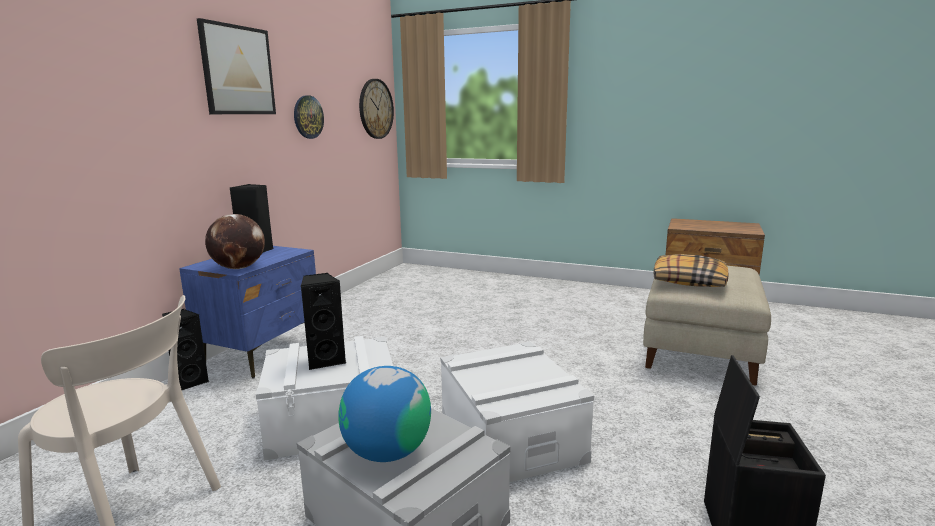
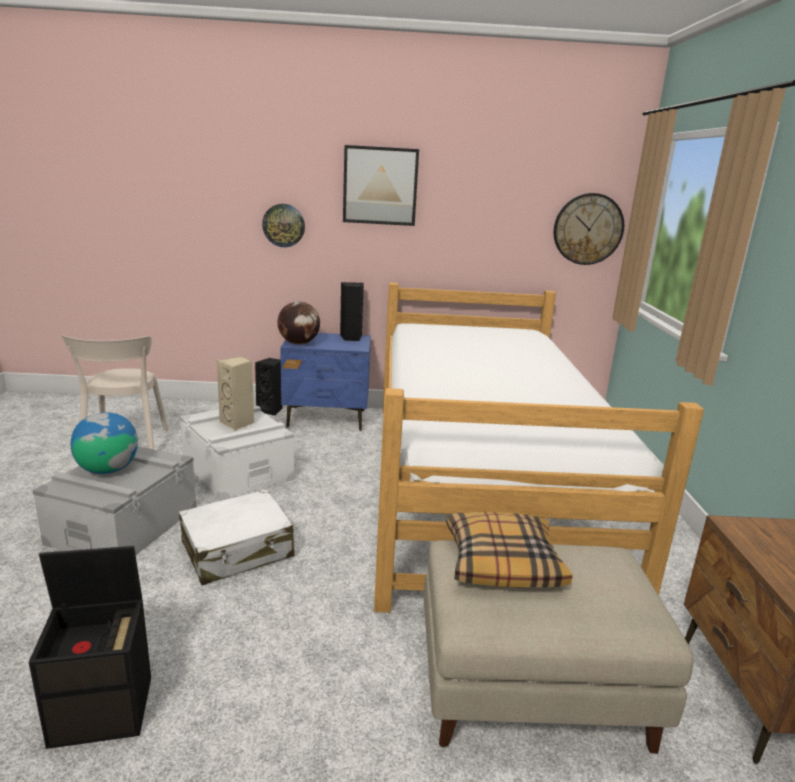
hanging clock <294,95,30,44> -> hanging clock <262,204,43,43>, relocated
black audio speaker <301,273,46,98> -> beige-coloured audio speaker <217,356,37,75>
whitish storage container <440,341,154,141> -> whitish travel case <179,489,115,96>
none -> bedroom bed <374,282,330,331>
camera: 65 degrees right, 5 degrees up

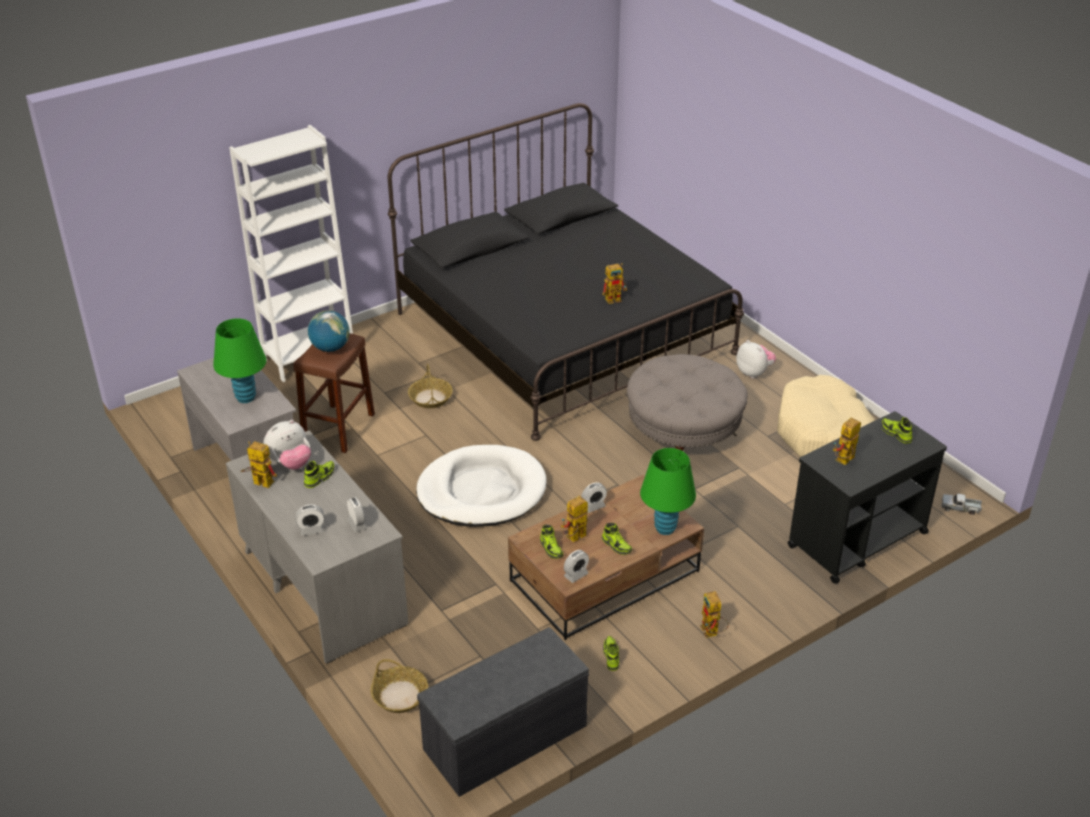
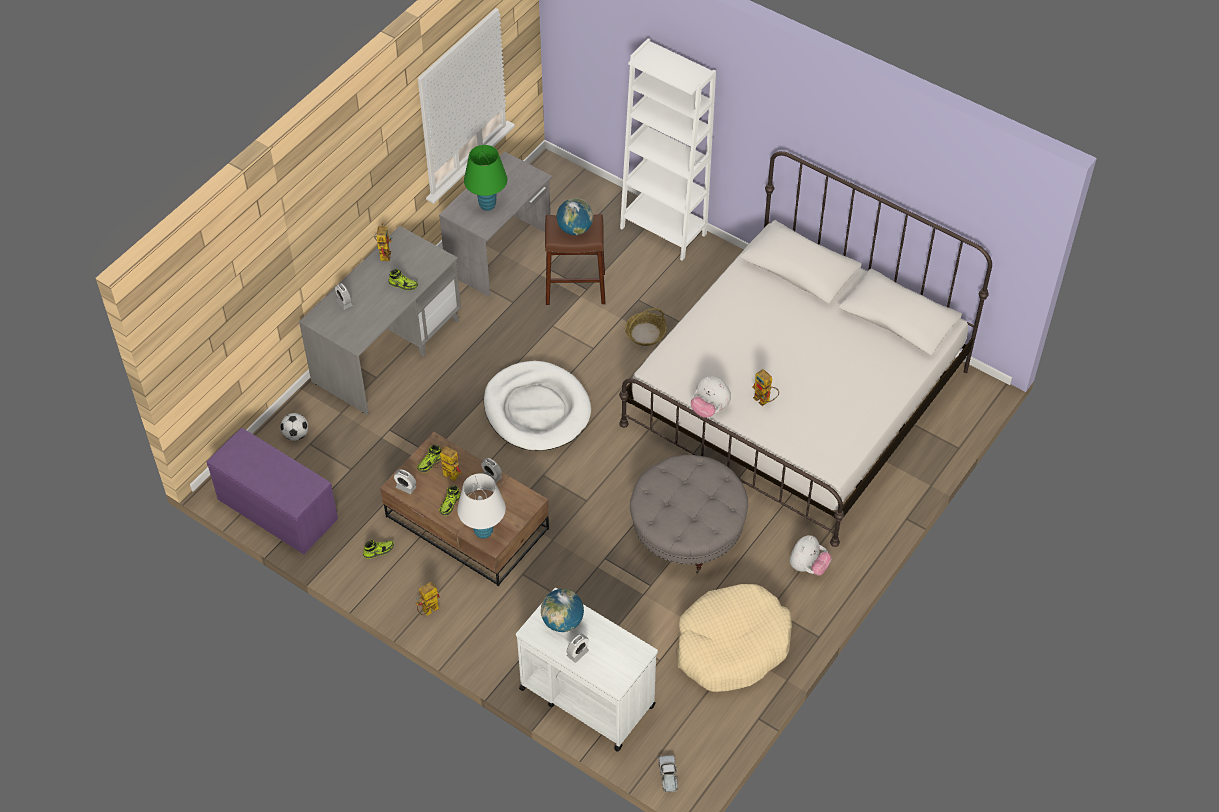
black bedroom bed <388,103,356,338> -> whitish bedroom bed <619,151,373,396>
black trolley <788,411,159,173> -> whitish trolley <516,588,142,164>
model robot <833,417,28,48> -> desk globe <541,589,43,43>
item of footwear <881,417,31,27> -> none
cuddly toy <263,420,48,50> -> cuddly toy <691,376,40,42>, relocated
green-coloured table lamp <640,448,56,87> -> whitish table lamp <457,473,49,66>
table clock <347,497,21,35> -> table clock <567,634,22,29>, relocated
greyish indoor bench <417,627,172,170> -> purple-coloured indoor bench <207,428,131,126>
household basket <370,659,58,54> -> football <280,413,28,28>
camera: 70 degrees right, 15 degrees up

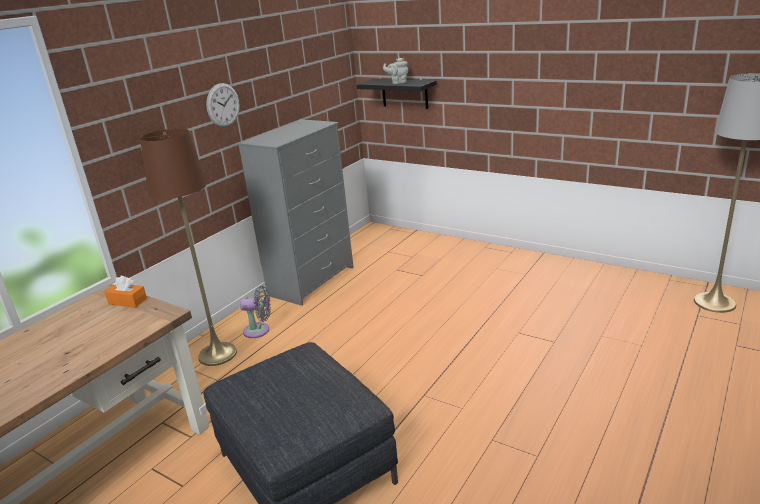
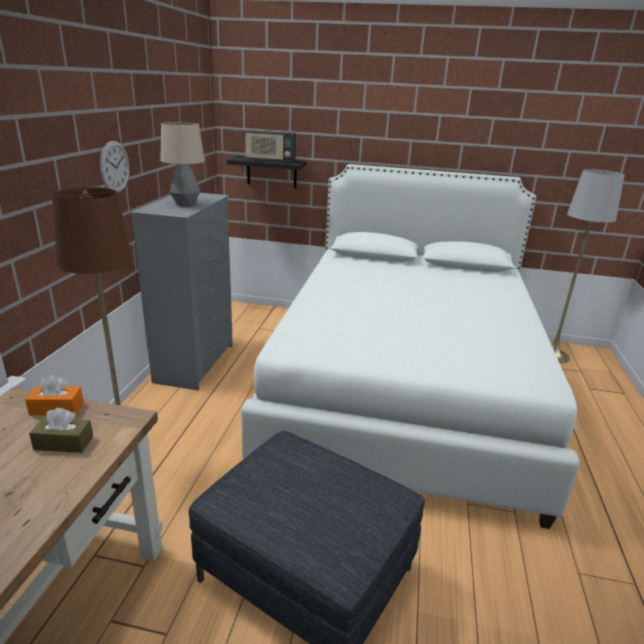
greyish tea pot <383,58,25,26> -> radio receiver <245,130,51,33>
greyish electric fan <240,286,31,52> -> none
none -> table lamp <160,122,45,84>
none -> whitish bedroom bed <241,164,339,365>
none -> brown box of tissues <29,408,64,45>
camera: 25 degrees left, 0 degrees up

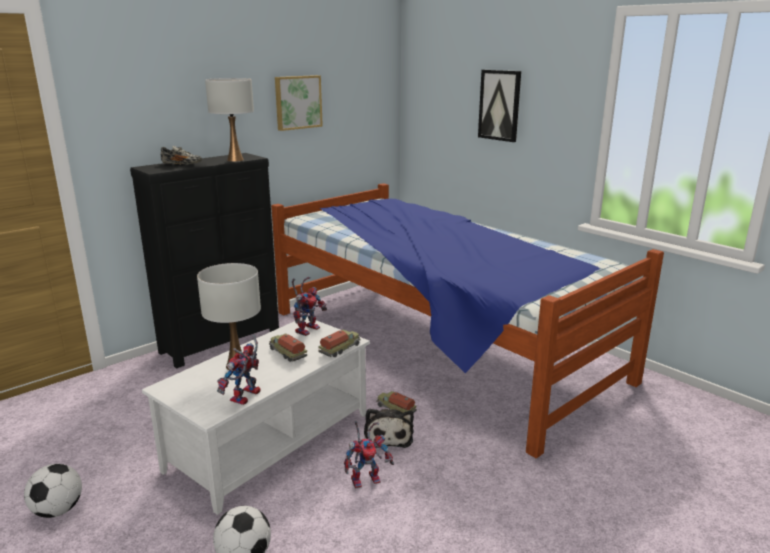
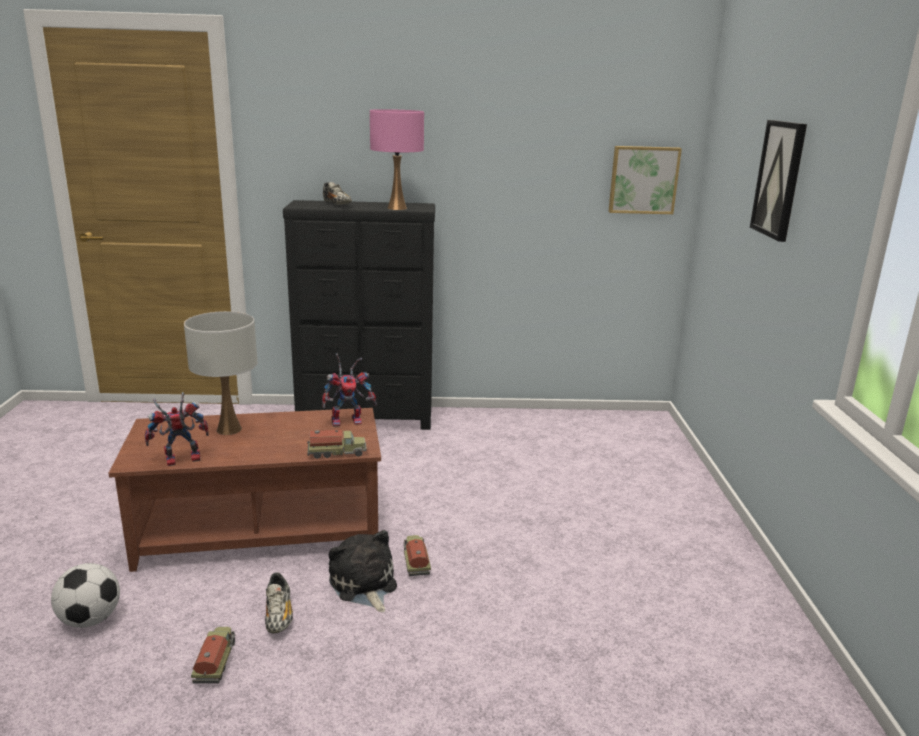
wall art <275,75,48,56> -> wall art <608,146,74,68>, relocated
whitish table lamp <205,78,49,84> -> pink-coloured table lamp <370,109,54,101>
bedroom bed <271,183,393,275> -> none
whitish coffee table <142,317,228,198> -> brown coffee table <109,408,272,164>
toy truck <269,333,38,29> -> toy truck <191,627,45,57>, relocated
cuddly toy <364,409,50,39> -> cuddly toy <329,530,68,82>, 120 degrees clockwise
model robot <344,421,50,68> -> item of footwear <265,572,28,62>
football <24,464,58,54> -> none
camera: 40 degrees right, 0 degrees up

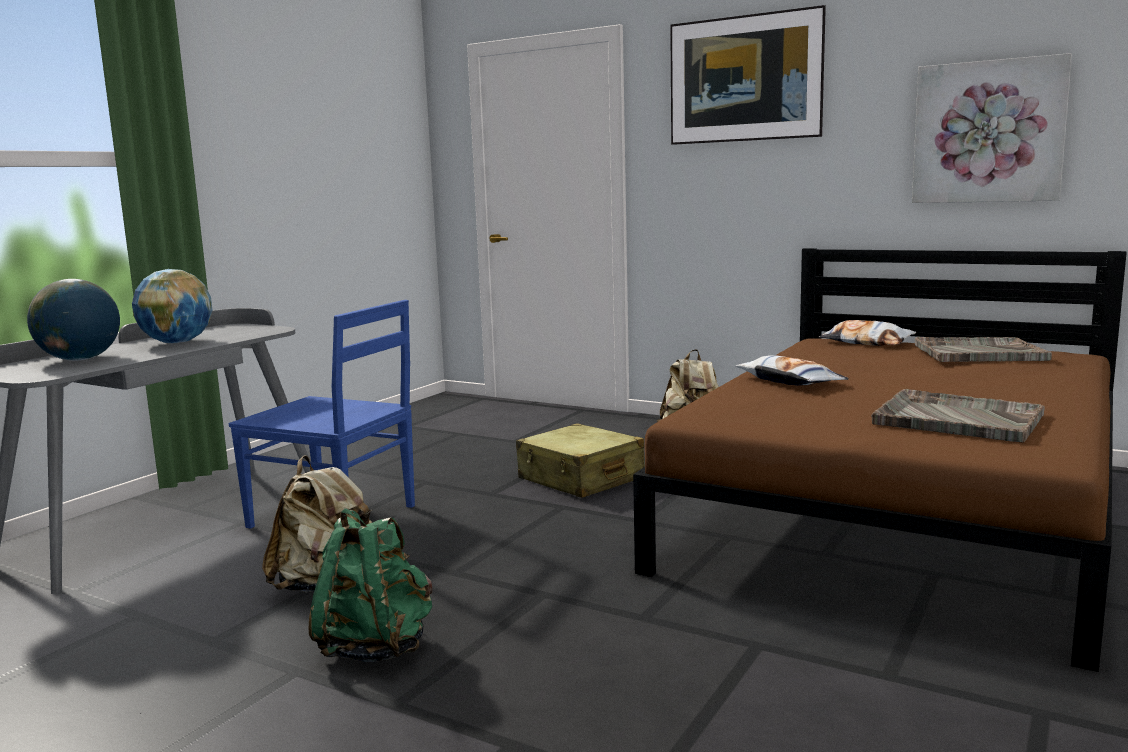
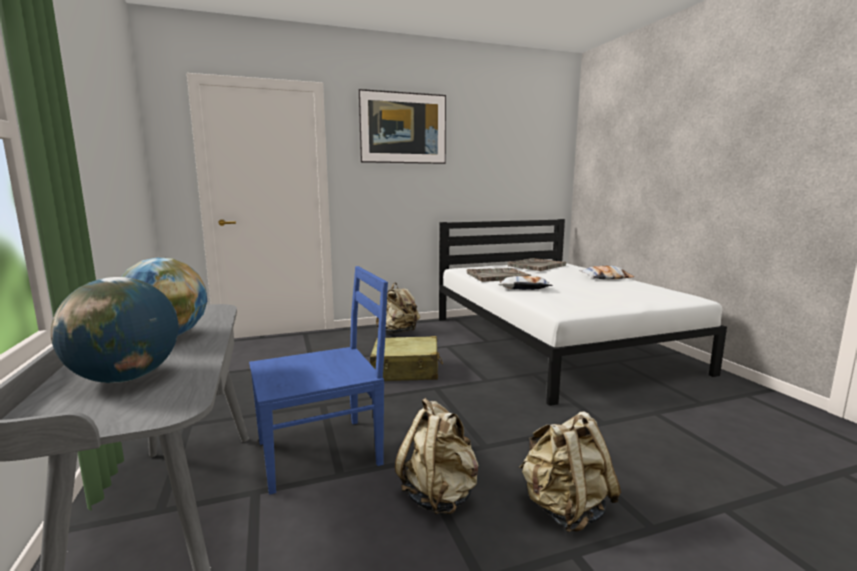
wall art <912,53,160,150> -> none
brown bedroom bed <633,248,494,424> -> whitish bedroom bed <439,219,288,187>
cushion <819,320,97,26> -> cushion <579,265,55,15>, relocated
greyish carrying tray <871,389,174,54> -> greyish carrying tray <467,268,64,14>, relocated
green-coloured knapsack <308,508,124,154> -> beige-coloured knapsack <519,411,102,121>
camera: 50 degrees left, 0 degrees up

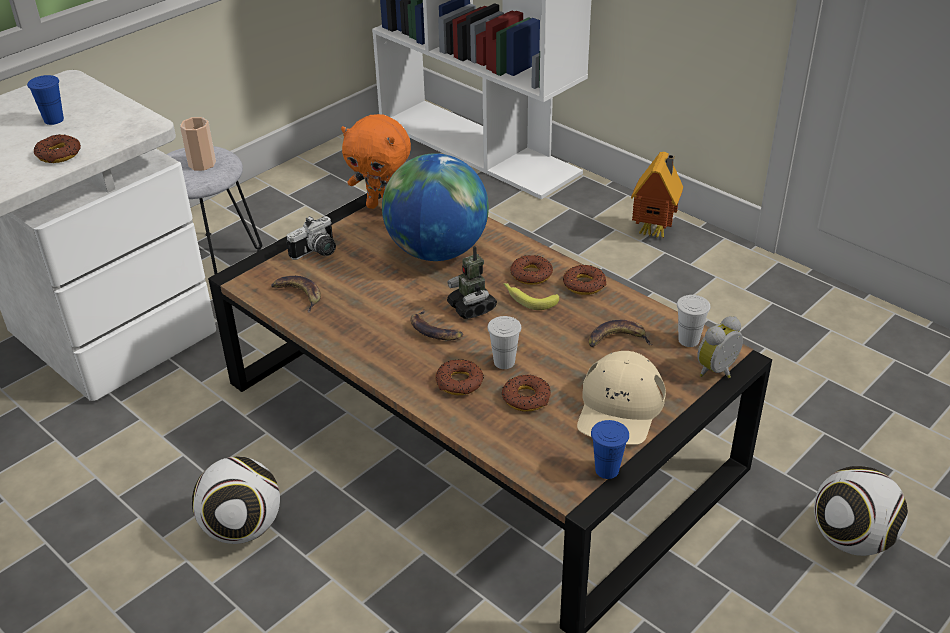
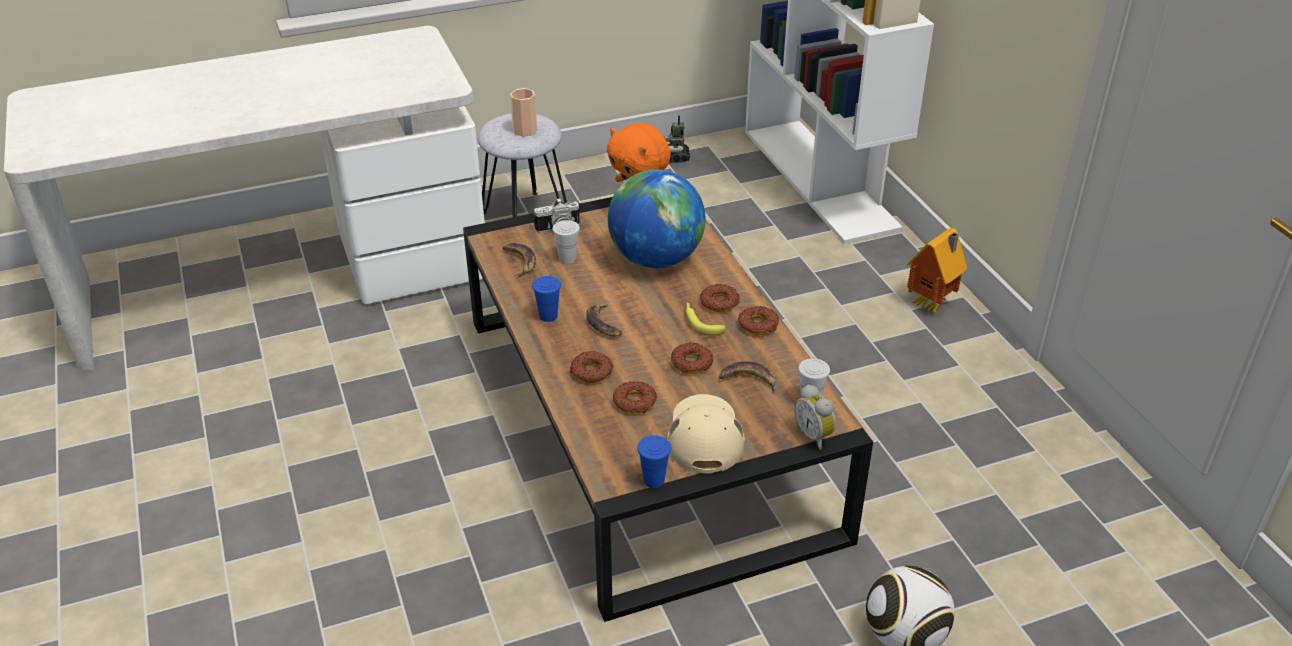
bluish small cup <27,75,37,50> -> bluish small cup <532,276,29,46>, relocated
ring doughnut <34,134,47,29> -> ring doughnut <671,343,42,31>, relocated
model robot <447,246,50,73> -> model robot <665,116,25,47>, relocated
whitish small cup <487,316,34,53> -> whitish small cup <552,220,28,44>, relocated
table clock <697,316,46,62> -> table clock <794,385,42,65>, 105 degrees counterclockwise
beige-coloured peaked cap <577,351,89,94> -> beige-coloured peaked cap <667,394,78,79>, 135 degrees clockwise
football <192,456,88,88> -> none
camera: 25 degrees right, 0 degrees up

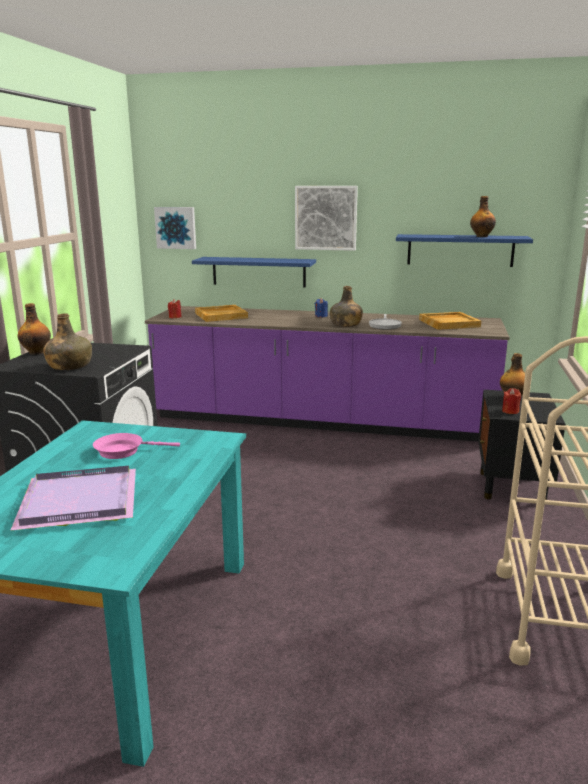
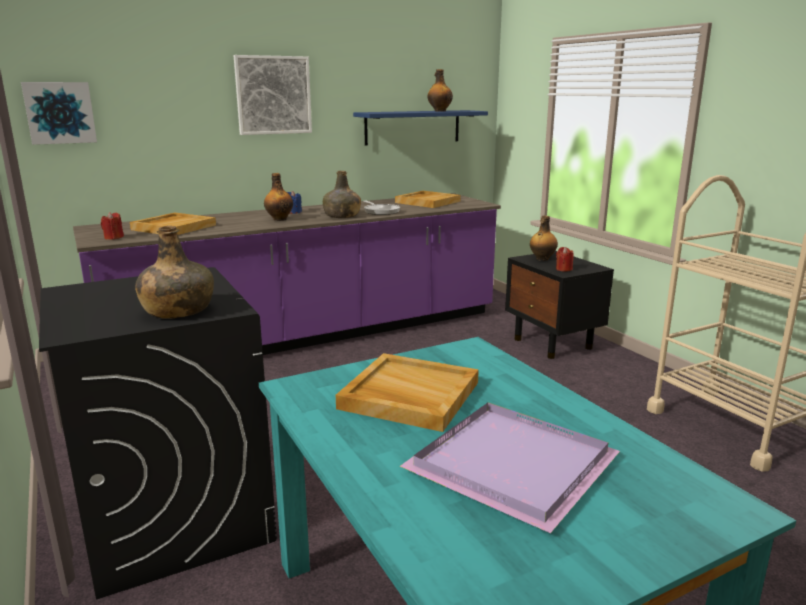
bluish bracket shelf <192,257,124,30> -> none
bottle <18,303,33,52> -> bottle <264,173,29,48>, relocated
pink-coloured pan <93,433,87,26> -> beige-coloured carrying tray <336,353,143,79>
camera: 40 degrees left, 0 degrees up

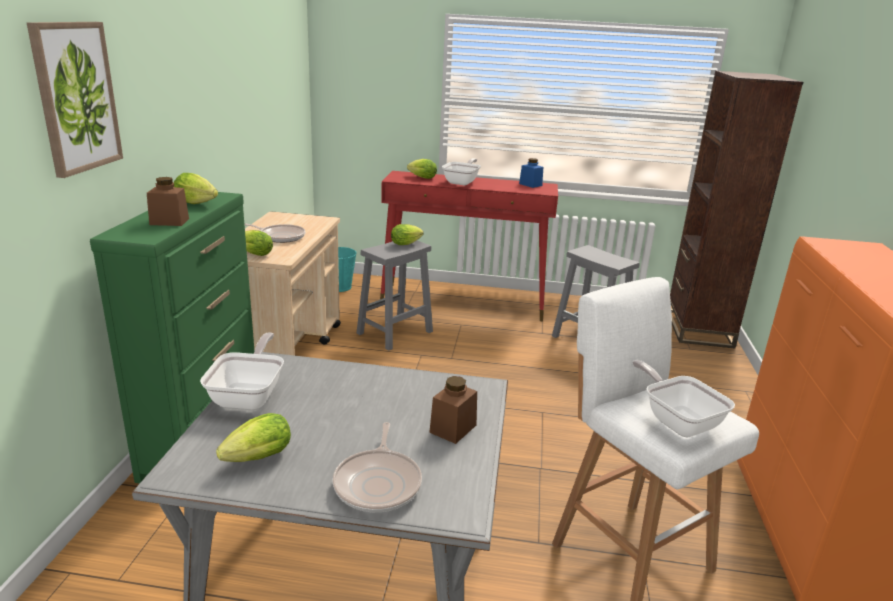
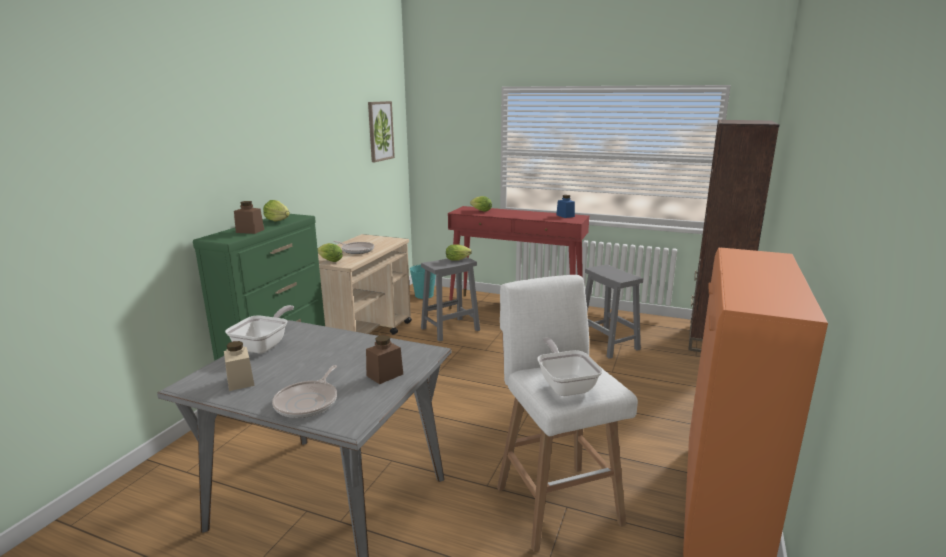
wall art <27,22,96,156> -> wall art <368,101,27,61>, relocated
pan <442,158,39,27> -> none
lettuce head <216,413,75,49> -> beige-coloured preserve jar <224,341,31,50>
camera: 15 degrees right, 5 degrees down

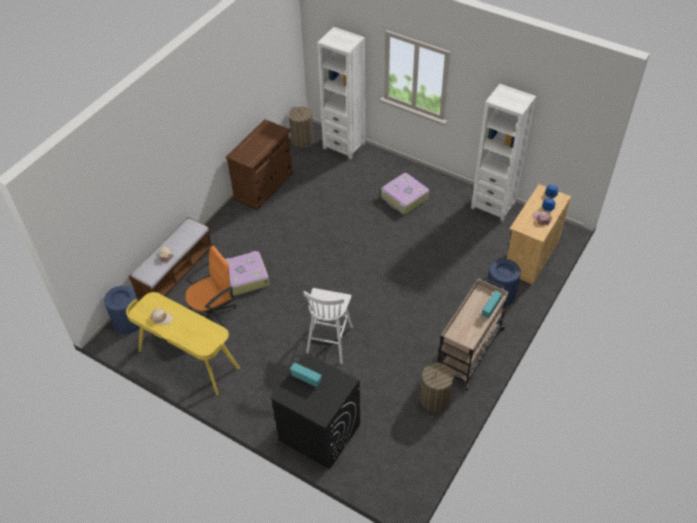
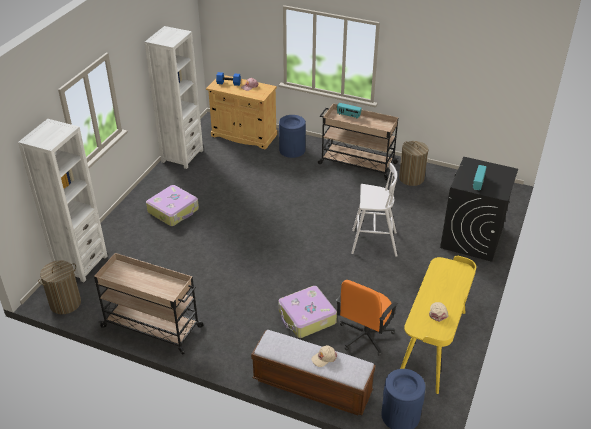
brown cupboard <226,119,67,92> -> beige-coloured trolley <94,253,109,102>
orange computer chair <185,246,52,82> -> orange computer chair <336,280,62,76>, 105 degrees counterclockwise
camera: 100 degrees left, 10 degrees down

